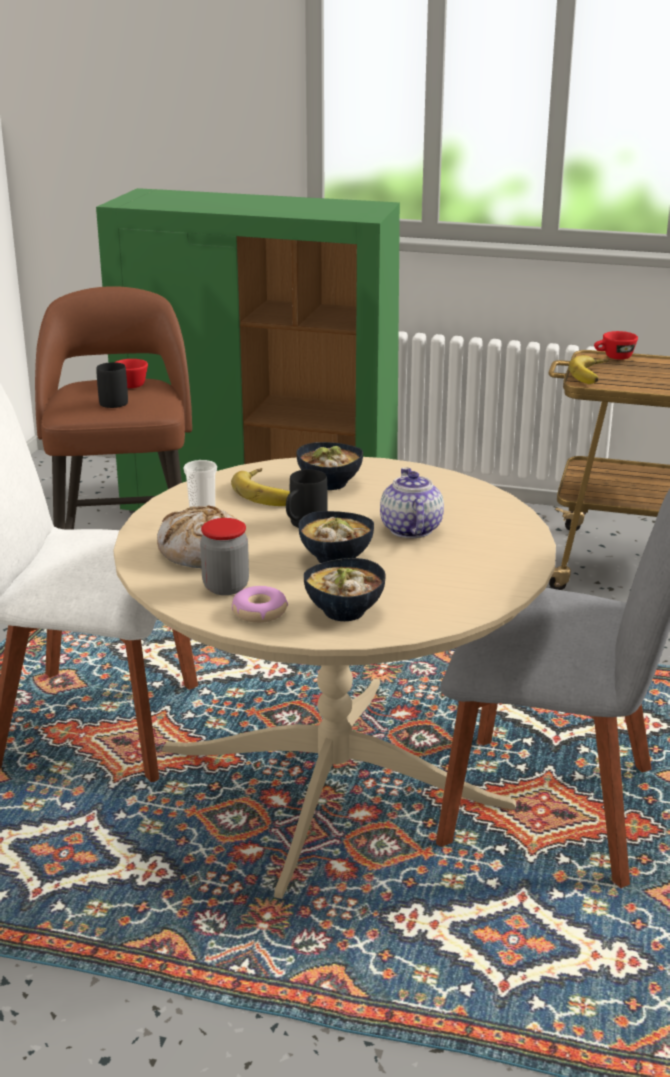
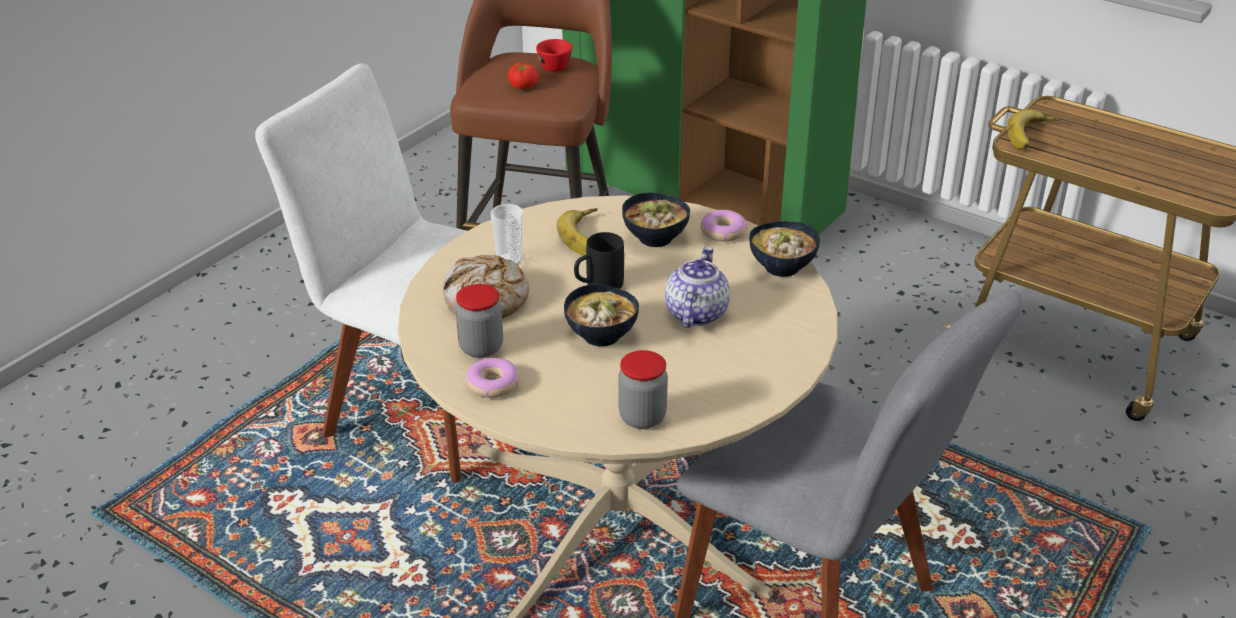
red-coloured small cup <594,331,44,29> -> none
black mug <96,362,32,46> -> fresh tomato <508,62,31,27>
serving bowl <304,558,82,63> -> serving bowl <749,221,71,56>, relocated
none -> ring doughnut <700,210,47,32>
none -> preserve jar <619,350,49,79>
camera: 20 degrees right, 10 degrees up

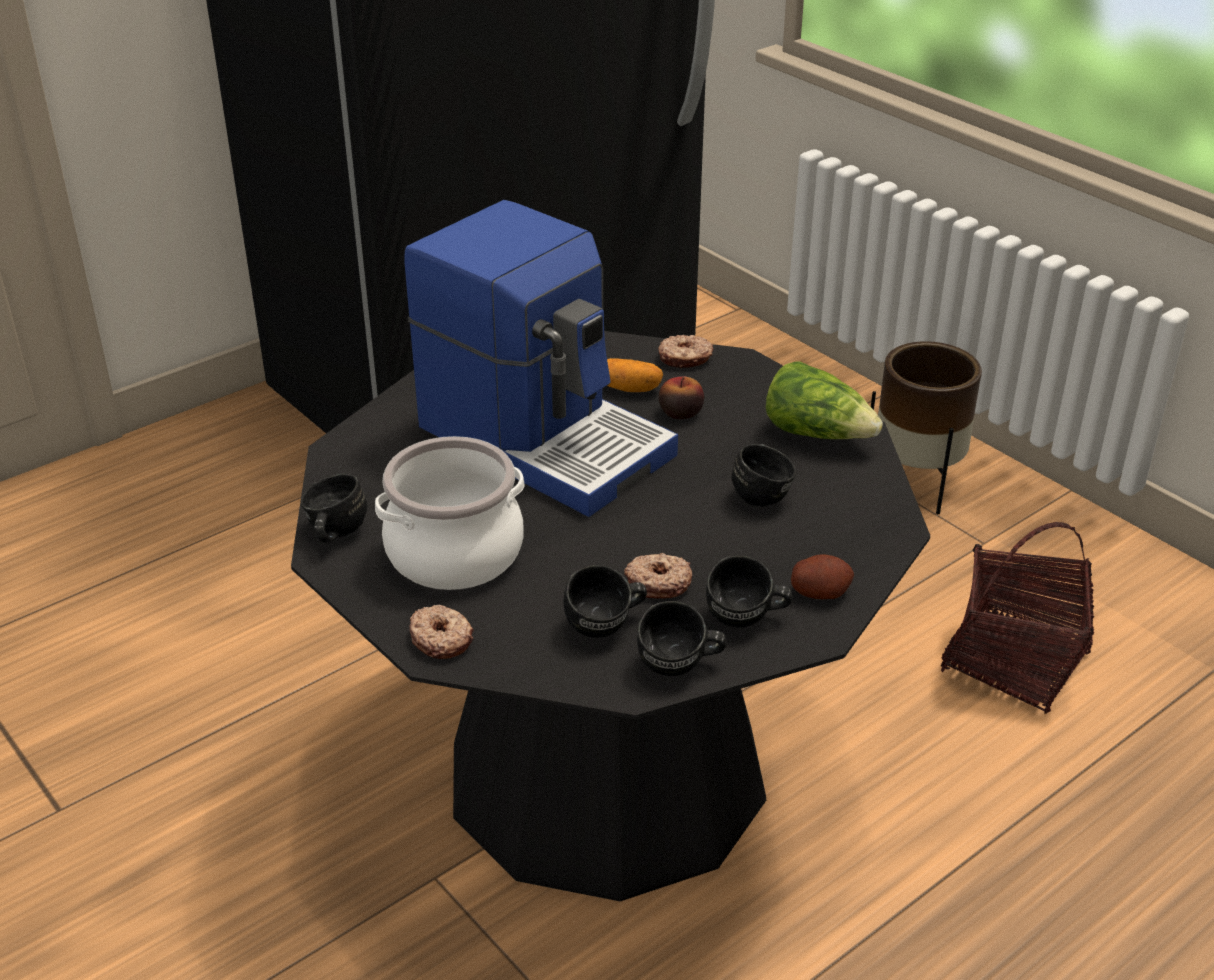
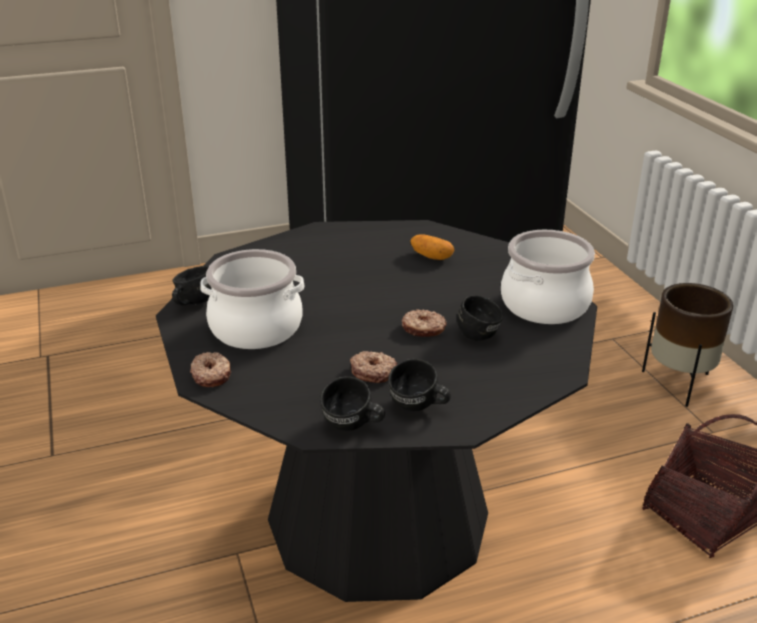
coffee machine <404,200,274,317> -> none
ring doughnut <658,335,56,33> -> ring doughnut <402,309,45,28>, relocated
lettuce head <766,361,117,78> -> stockpot <501,230,94,94>
apple fruit <659,377,45,42> -> none
spud <791,555,63,44> -> none
black mug <564,565,83,73> -> none
camera: 20 degrees right, 5 degrees down

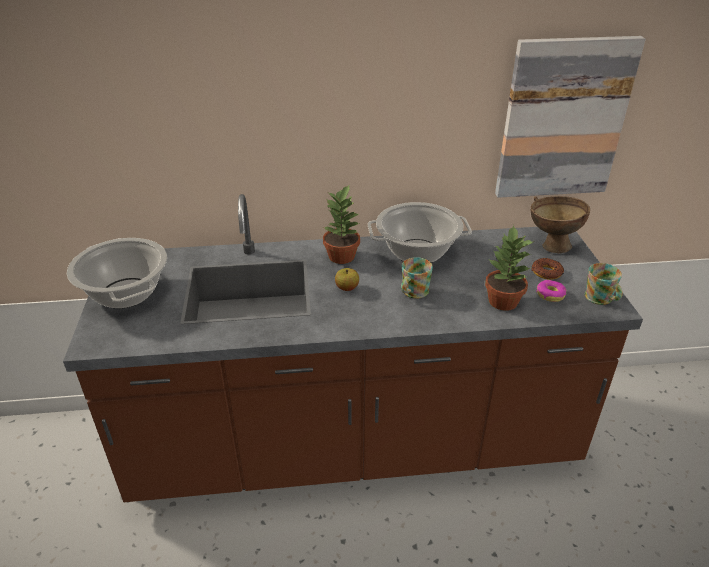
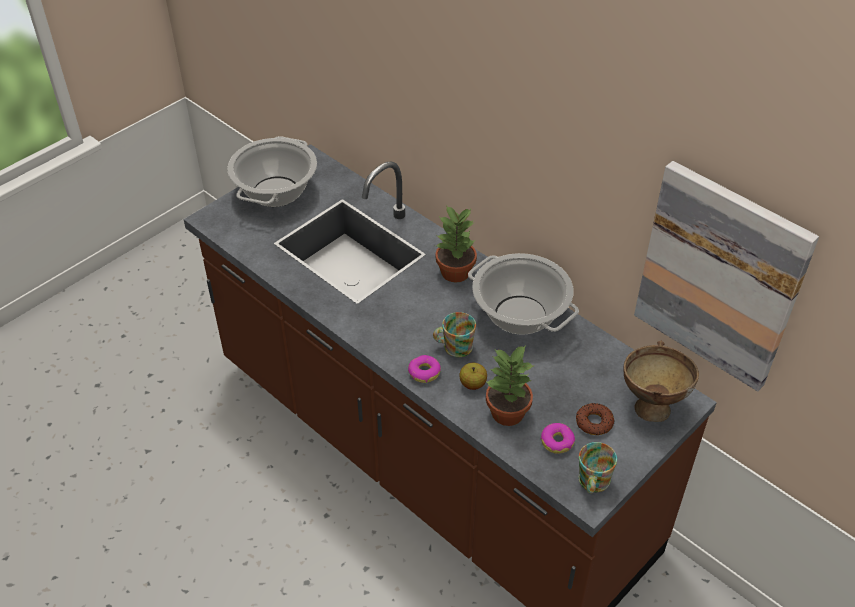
apple fruit <335,268,24,23> -> apple fruit <459,363,28,27>, relocated
none -> ring doughnut <408,355,33,28>
camera: 50 degrees right, 10 degrees up

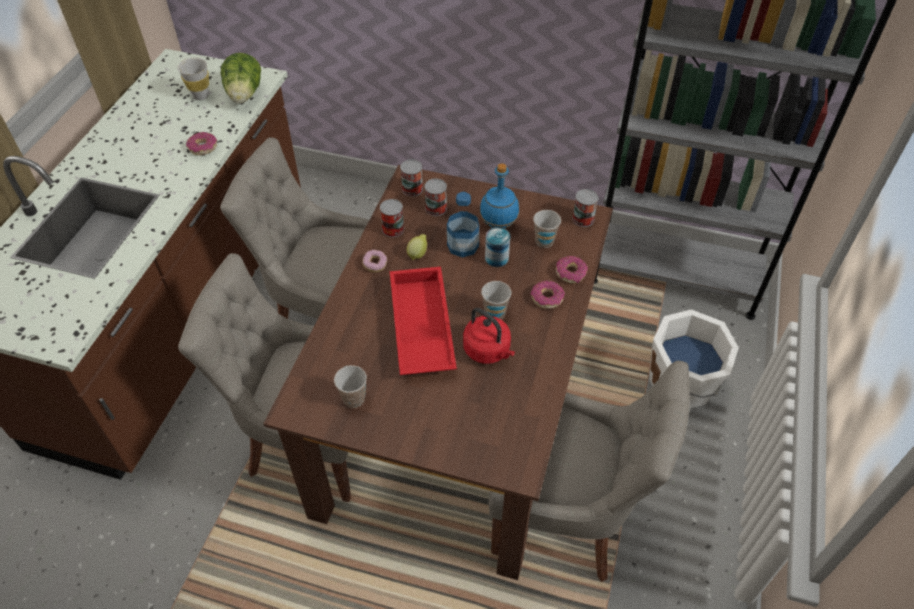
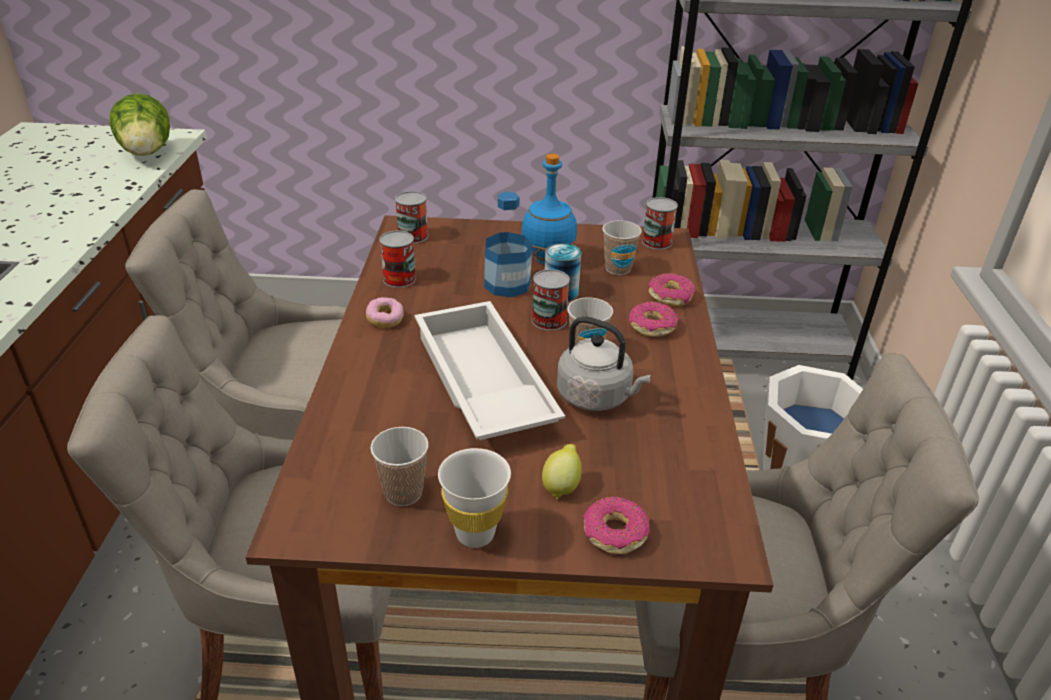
whitish small cup <177,58,32,42> -> whitish small cup <438,448,73,100>, relocated
ring doughnut <186,132,31,23> -> ring doughnut <583,497,67,57>, relocated
sealed can <424,179,23,37> -> sealed can <532,269,38,62>, relocated
whole lemon <407,234,20,26> -> whole lemon <542,444,40,55>, relocated
red-coloured carrying tray <390,267,67,108> -> whitish carrying tray <414,301,151,139>
red-coloured tea kettle <463,308,52,56> -> greyish tea kettle <557,316,94,95>
camera: 15 degrees left, 15 degrees down

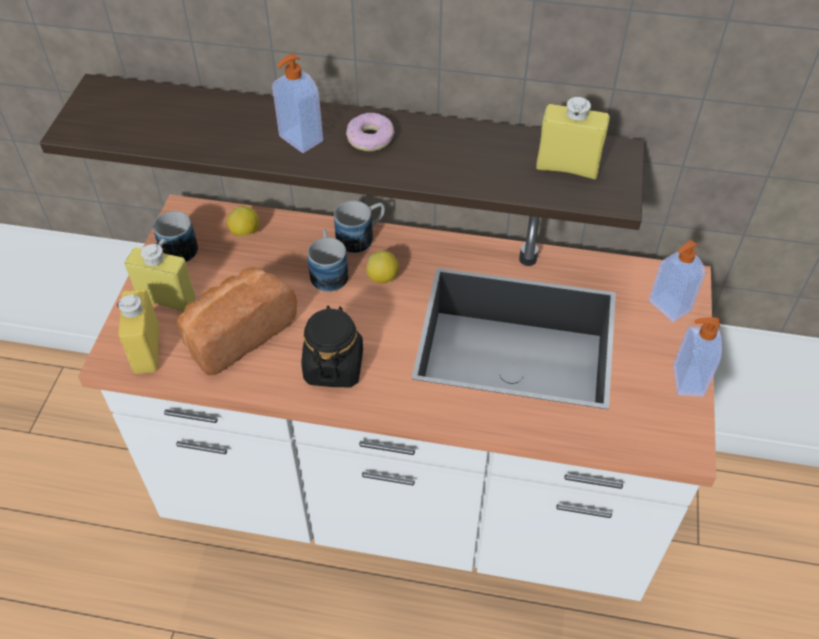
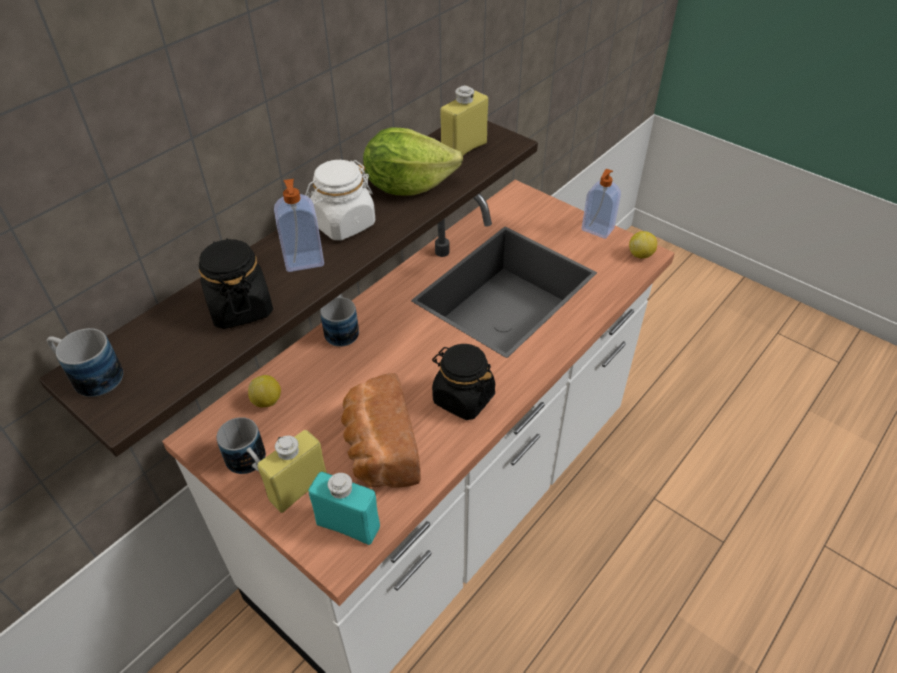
ring doughnut <346,113,49,38> -> whitish preserve jar <305,160,70,81>
mug <307,229,42,63> -> mug <47,328,76,69>, relocated
soap bottle <649,240,56,82> -> none
whole lemon <366,251,33,32> -> whole lemon <629,231,28,27>, relocated
yellowish bottle <117,289,43,85> -> blue-green bottle <308,472,72,73>
none -> lettuce head <363,127,100,69>
none -> black preserve jar <199,238,74,91>
camera: 60 degrees left, 5 degrees down

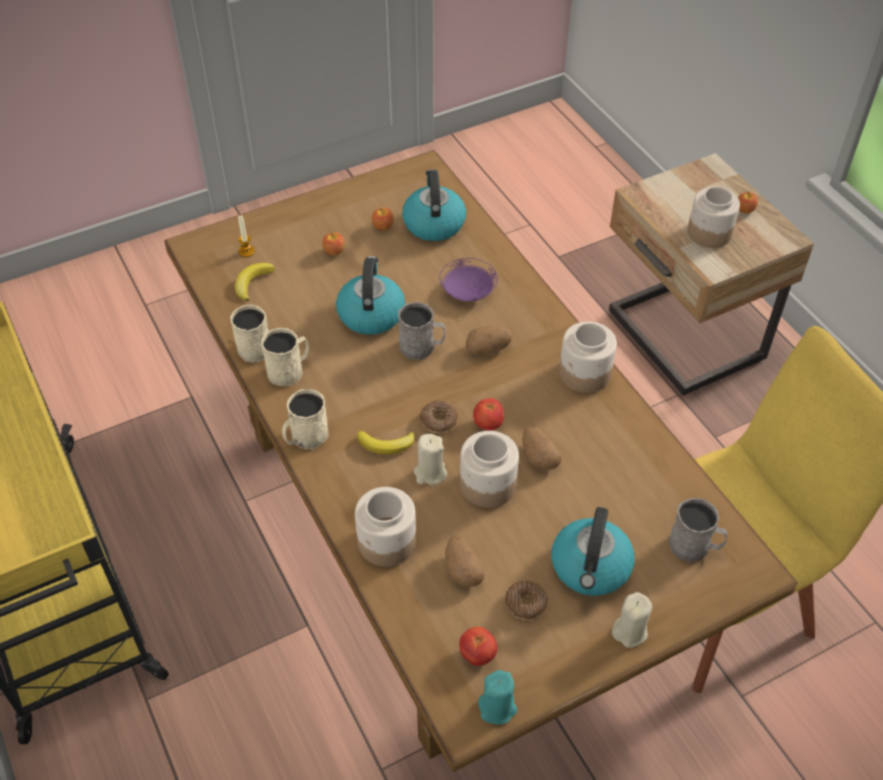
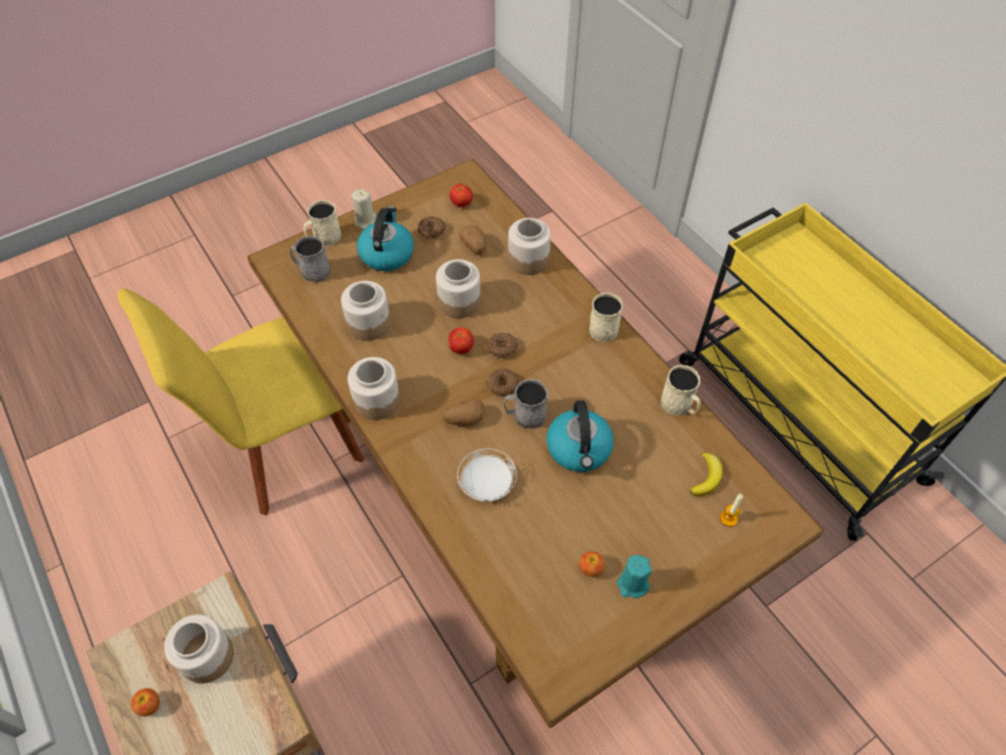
tea kettle <402,170,64,71> -> none
apple fruit <322,232,23,23> -> none
purple-coloured flat dish <440,258,58,43> -> whitish flat dish <457,449,60,52>
beige-coloured mug <261,328,48,58> -> beige-coloured mug <303,200,39,47>, relocated
spud <522,426,40,44> -> none
whole banana <357,431,57,23> -> none
beige-coloured wax candle <414,434,33,51> -> none
blue-green wax candle <478,670,39,55> -> blue-green wax candle <617,555,35,43>, relocated
none -> preserve jar <341,281,49,60>
none -> ring doughnut <487,369,32,28>
camera: 175 degrees right, 5 degrees up

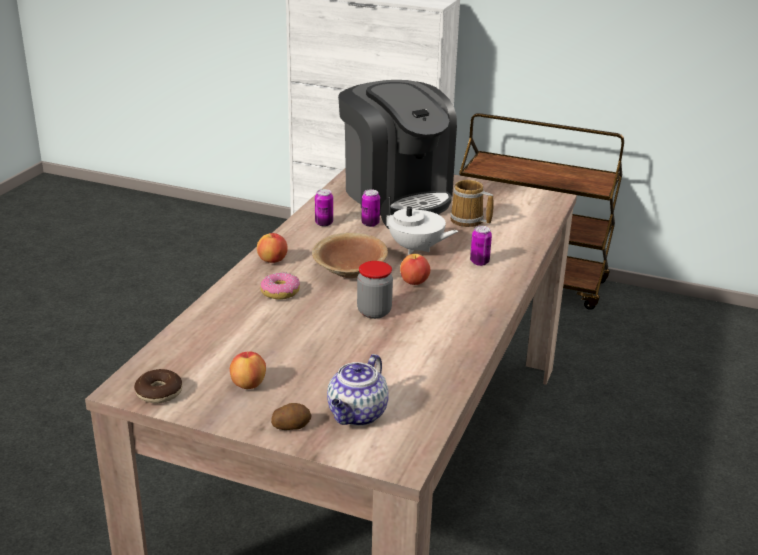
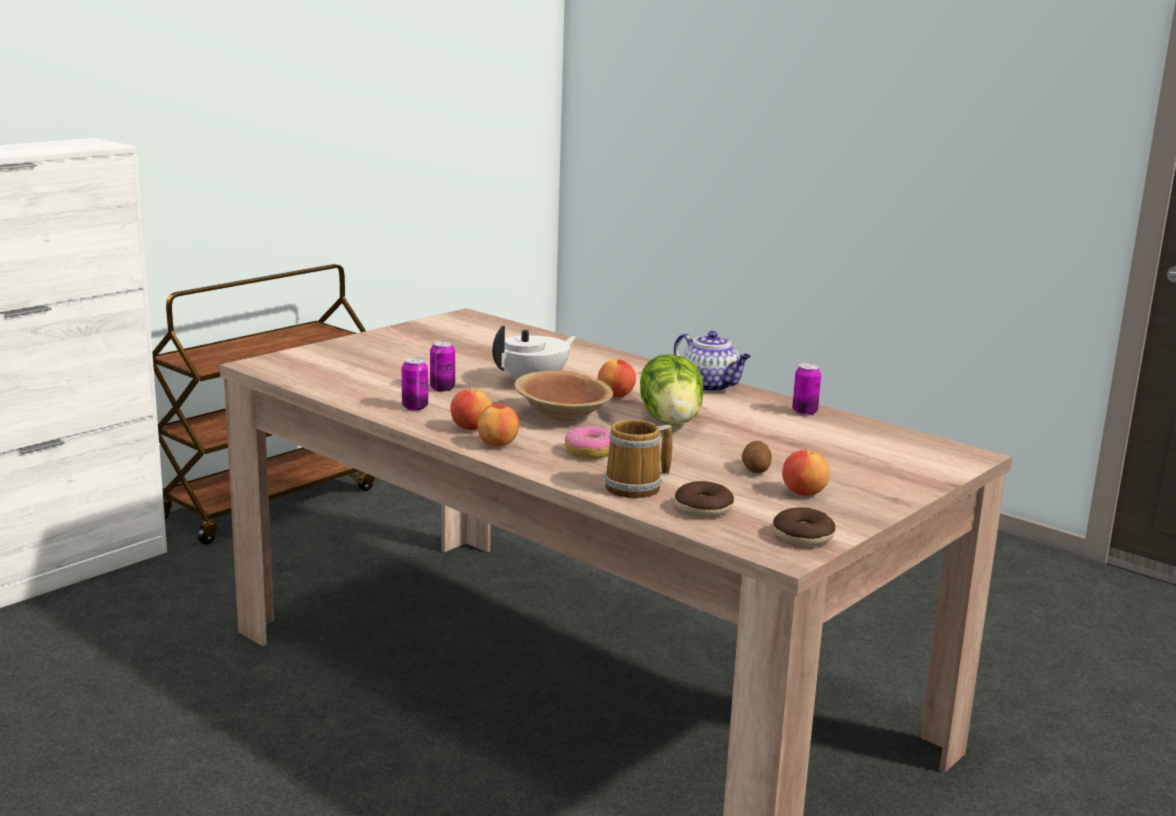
coffee machine <338,80,119,135> -> none
mug <450,180,44,47> -> mug <605,420,68,78>, relocated
sealed can <470,226,22,40> -> sealed can <792,363,29,53>, relocated
preserve jar <357,261,36,58> -> lettuce head <640,354,63,71>
tea pot <327,354,62,72> -> tea pot <674,331,77,61>, relocated
spud <271,403,41,27> -> spud <742,441,30,32>, relocated
none -> apple fruit <450,387,42,43>
none -> ring doughnut <675,481,59,36>
camera: 70 degrees left, 10 degrees down

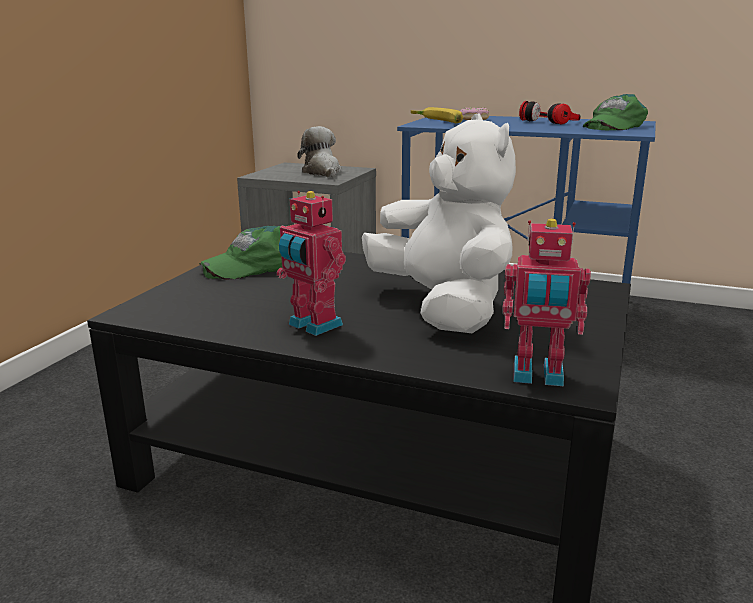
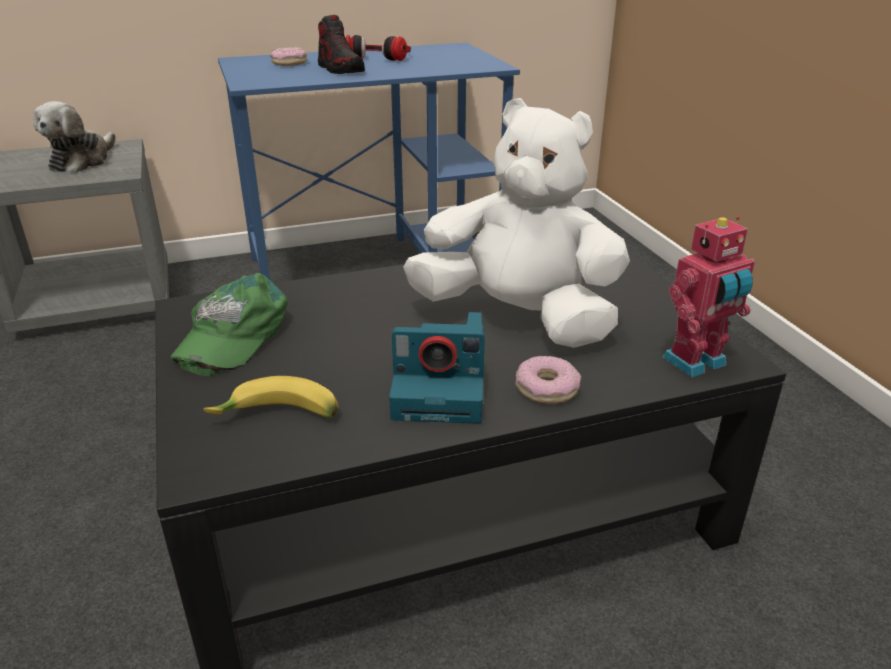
green-coloured peaked cap <583,94,65,36> -> none
whole banana <411,107,52,16> -> whole banana <203,376,136,42>, relocated
cuddly toy <297,126,45,51> -> cuddly toy <33,101,83,72>, 105 degrees counterclockwise
model robot <277,191,69,145> -> still camera <389,312,96,112>
none -> item of footwear <318,15,47,59>
none -> ring doughnut <515,356,66,48>
camera: 40 degrees left, 10 degrees up

